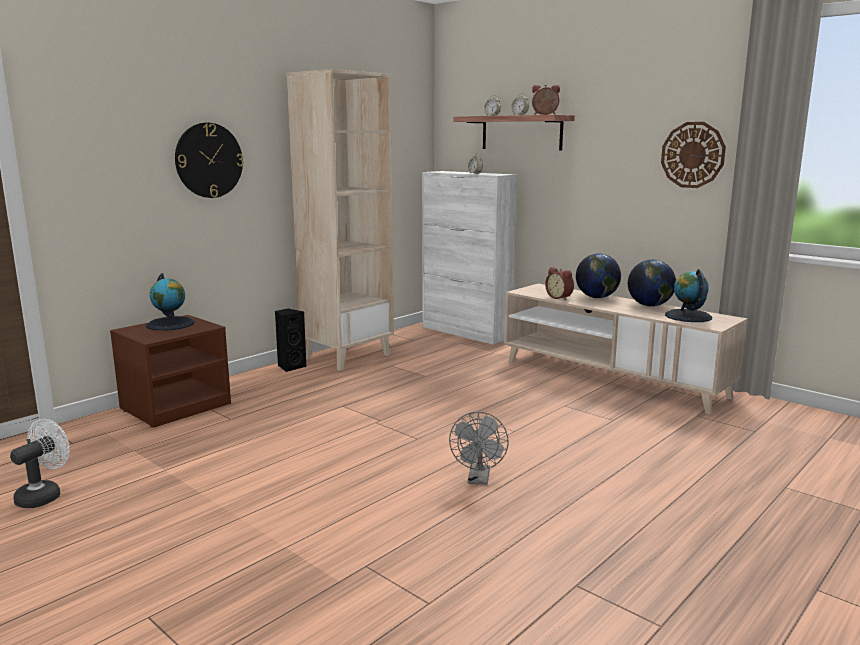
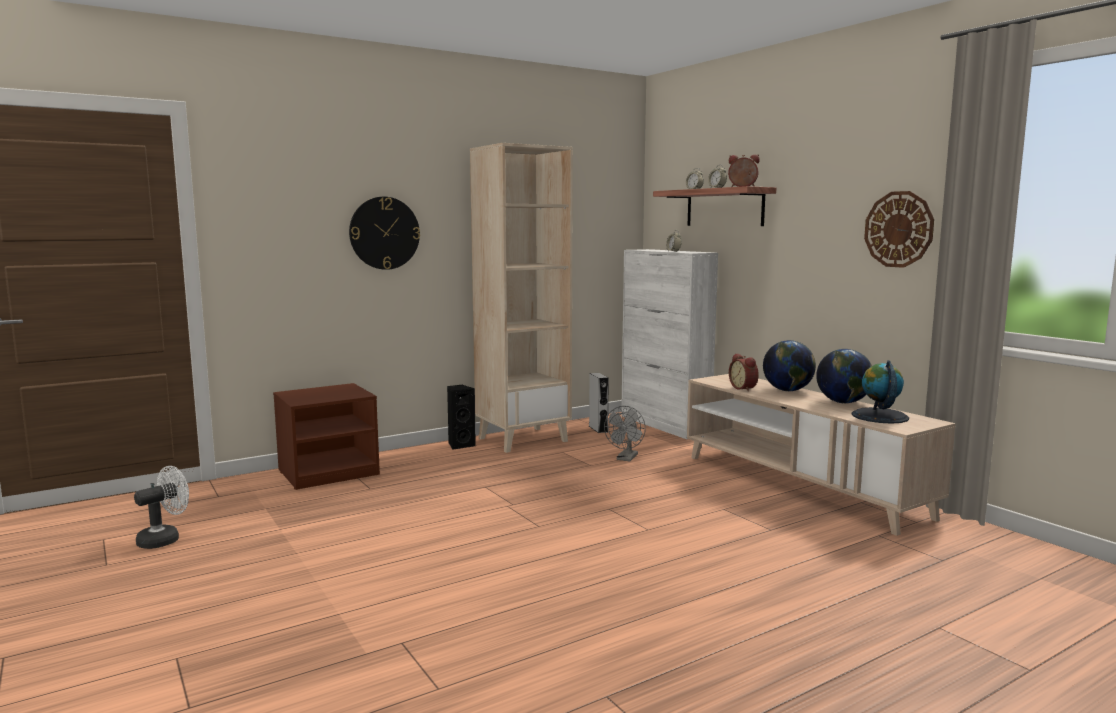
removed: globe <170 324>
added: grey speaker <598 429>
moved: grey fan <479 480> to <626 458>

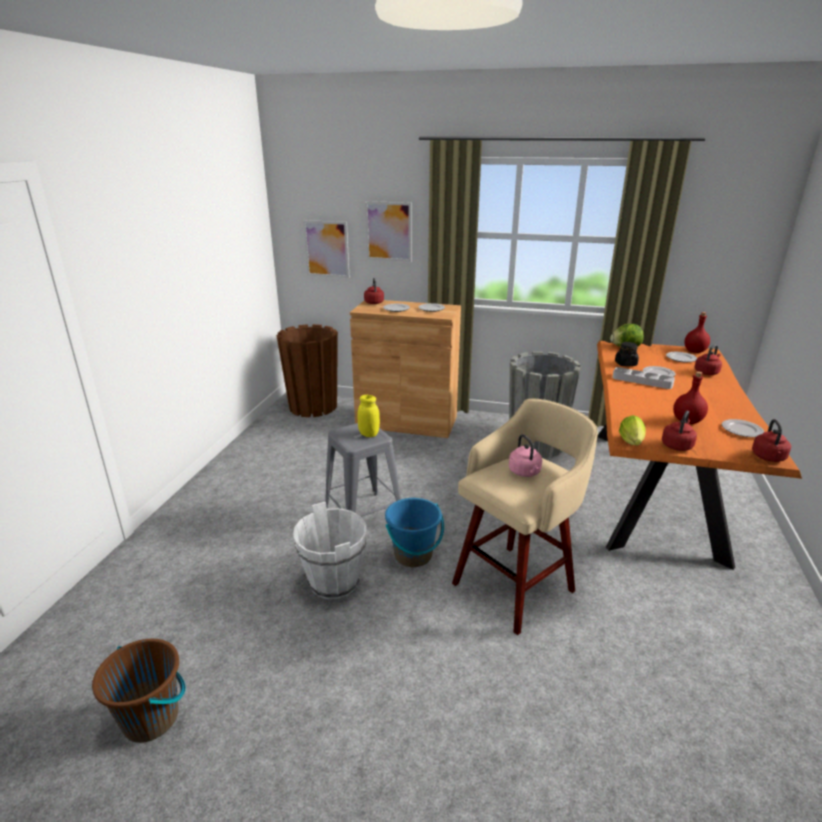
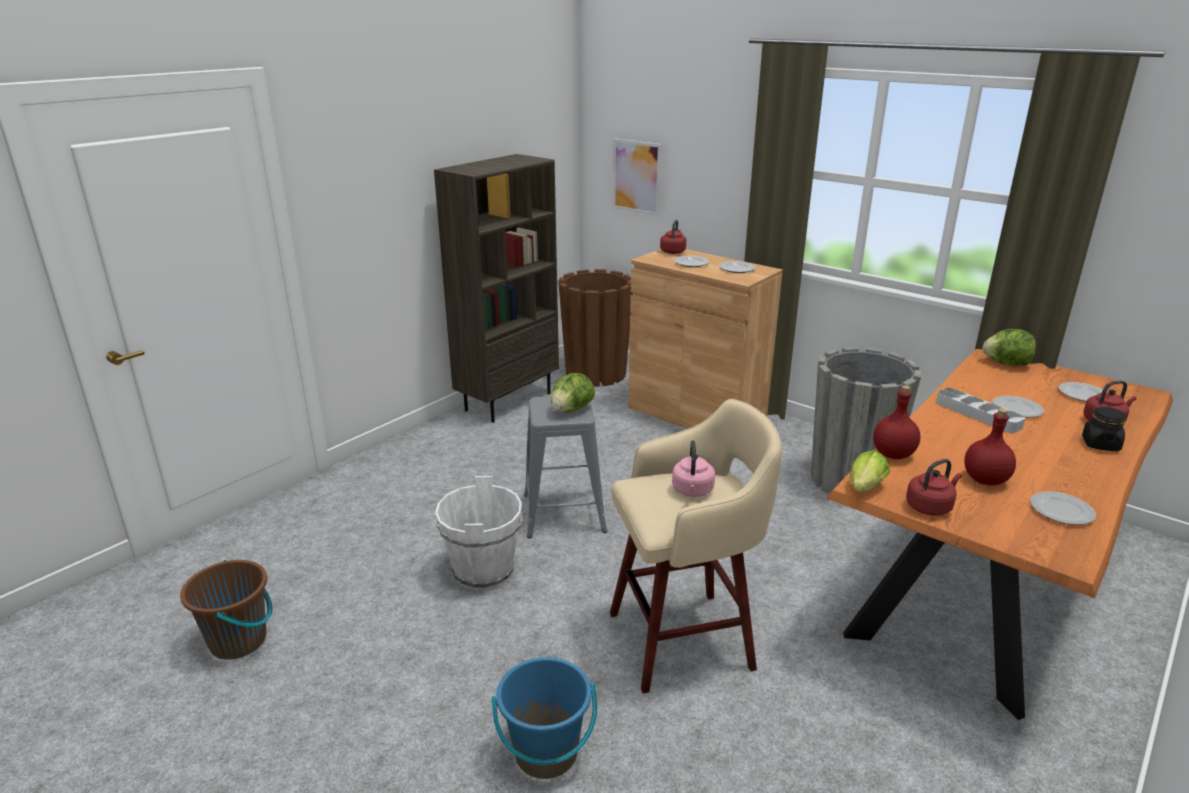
removed: picture <388 231>; red kettle <768 458>
added: brown bookcase <508 401>
moved: red bottle <695 351> to <894 454>; black jar <625 364> to <1100 444>; blue bucket <413 555> to <546 753>
replaced: yellow jar <369 434> to lettuce <571 410>

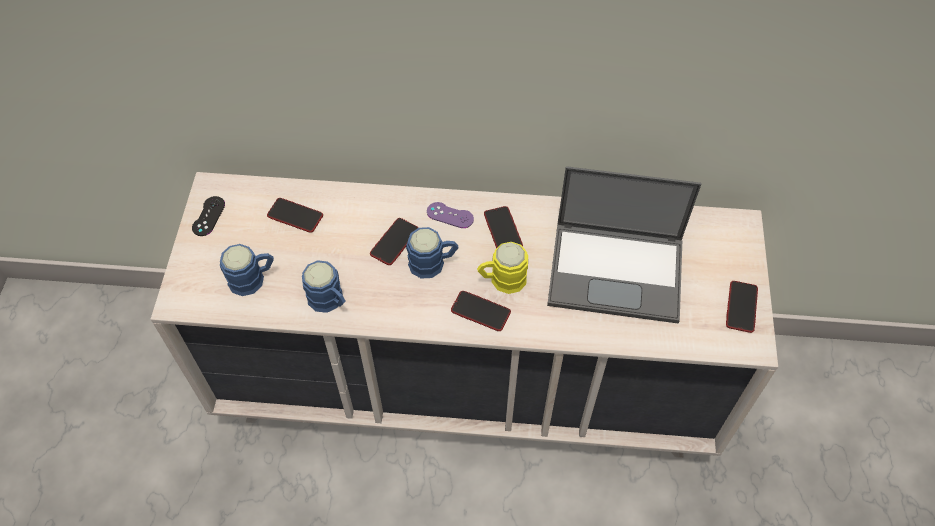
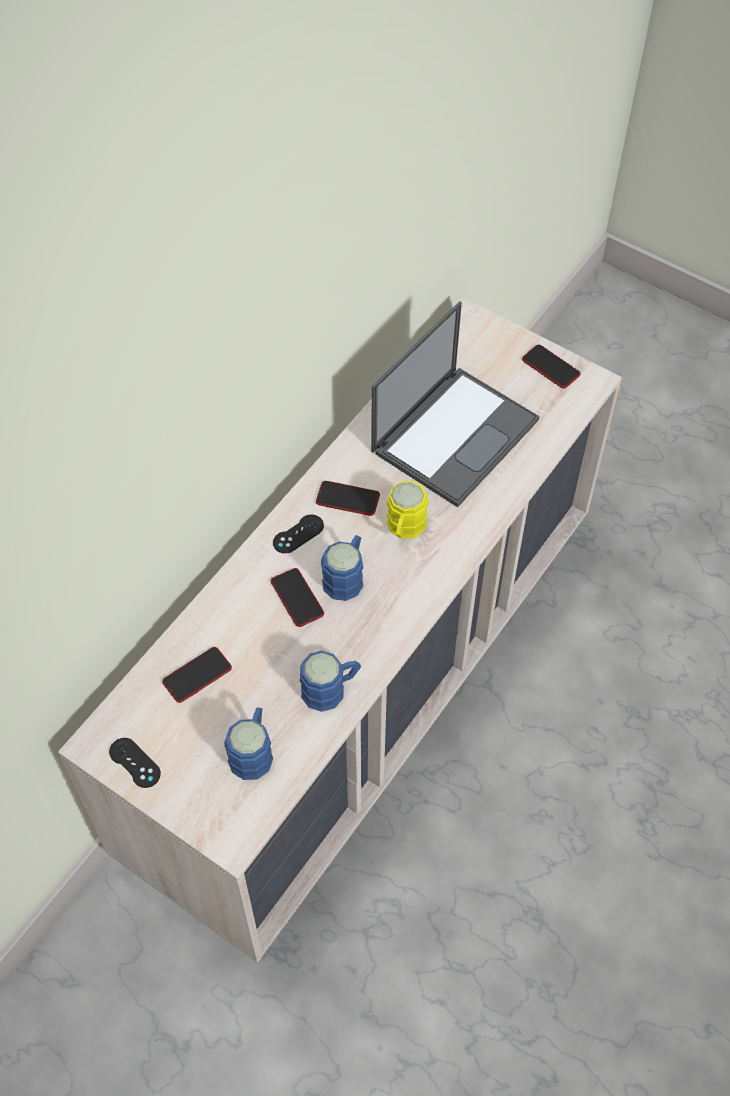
removed: phone <480 311>
recoloured: purple game controller <450 215> to black game controller <298 534>

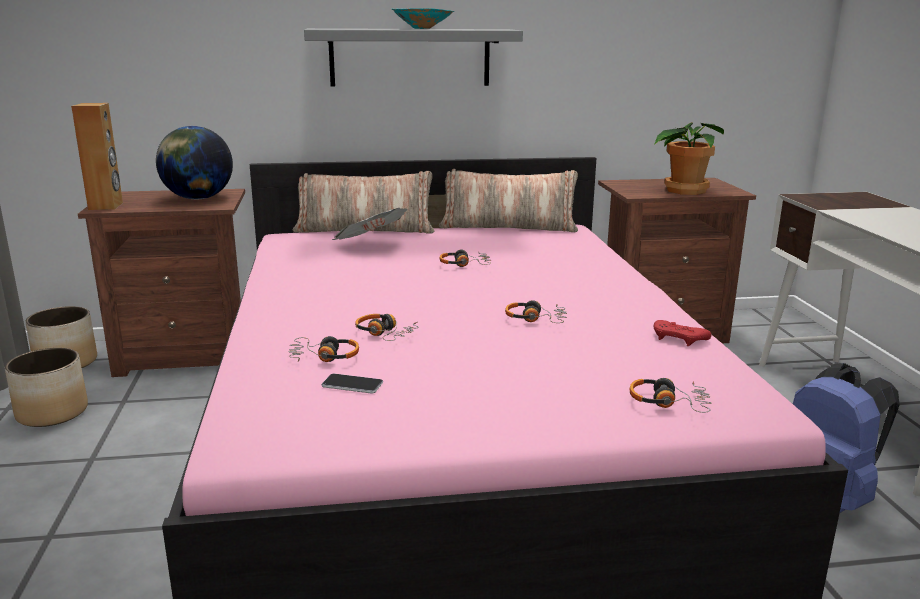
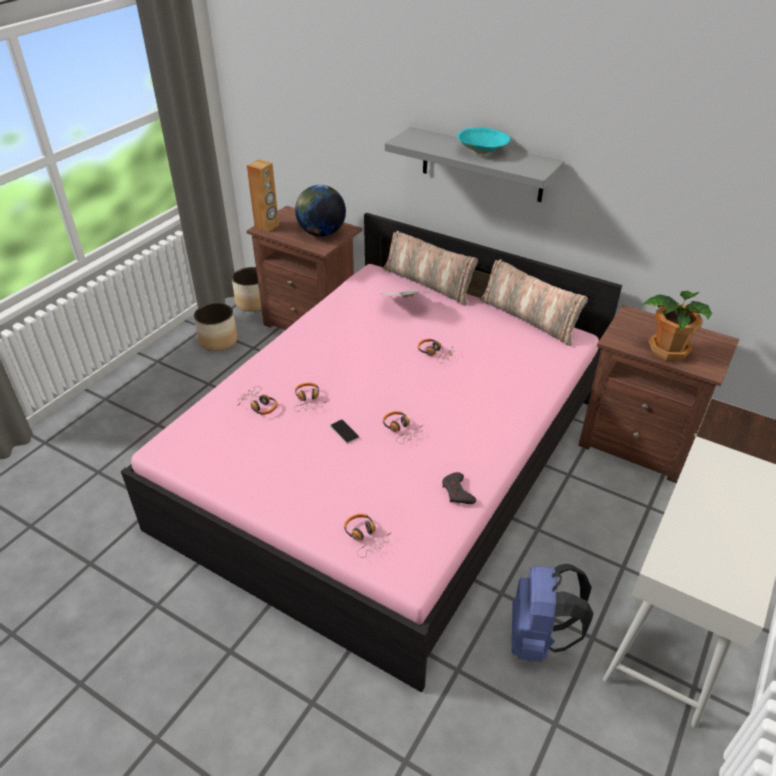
moved: phone <352 385> to <344 432>
recoloured: red game controller <679 338> to grey game controller <457 492>

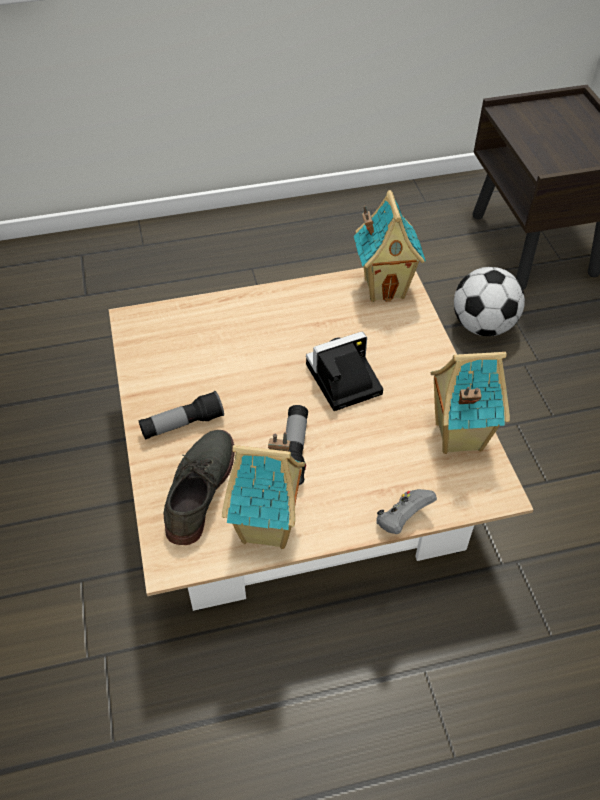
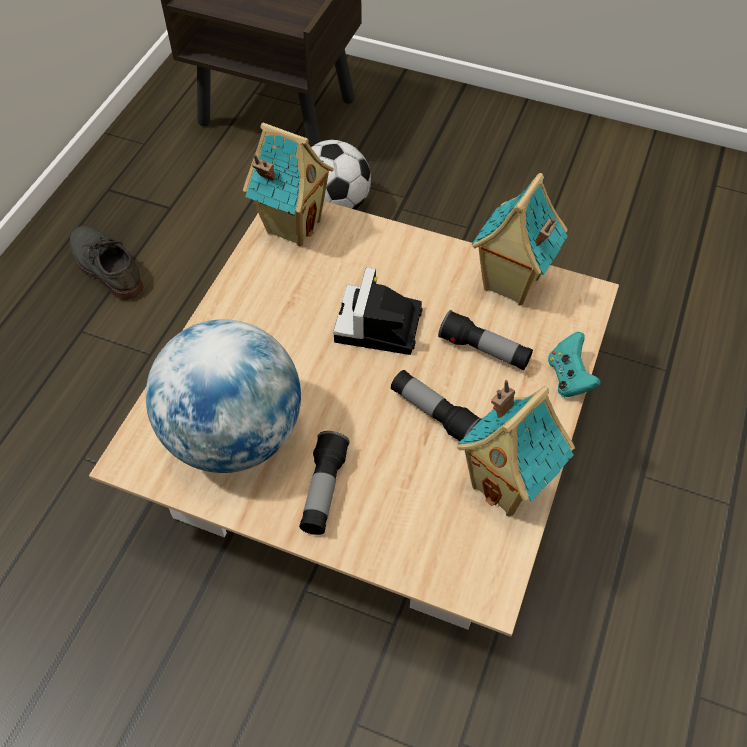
added: flashlight <484 350>; globe <234 435>
moved: grey shoe <199 488> to <105 266>
recoloured: grey game controller <402 519> to turquoise game controller <569 377>

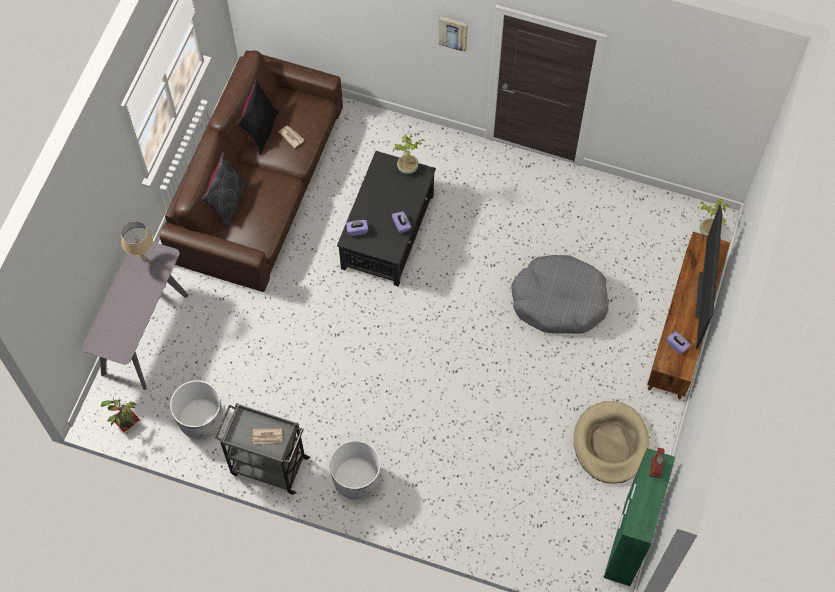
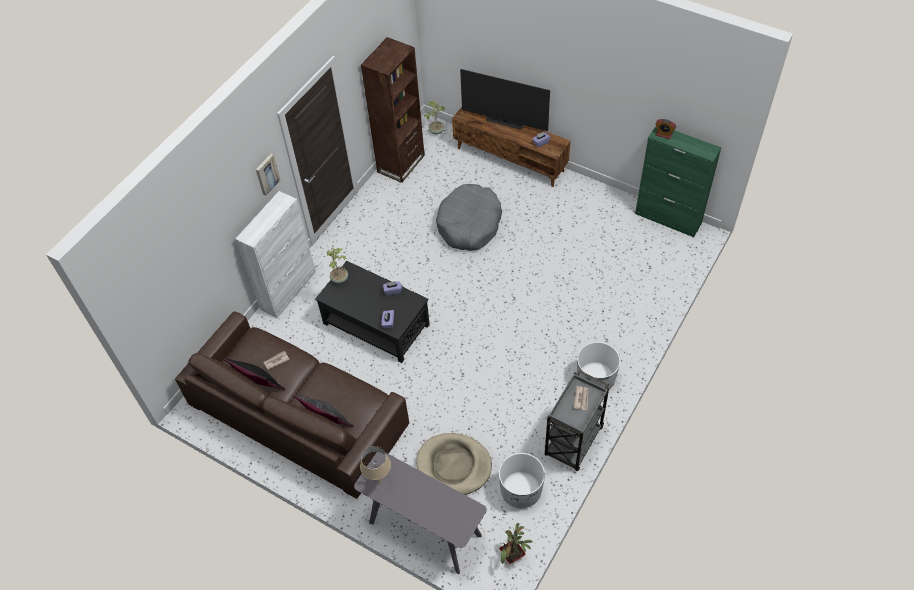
added: brown bookcase <401 163>; white cabinet <288 290>
moved: beige dog bed <610 443> to <453 466>

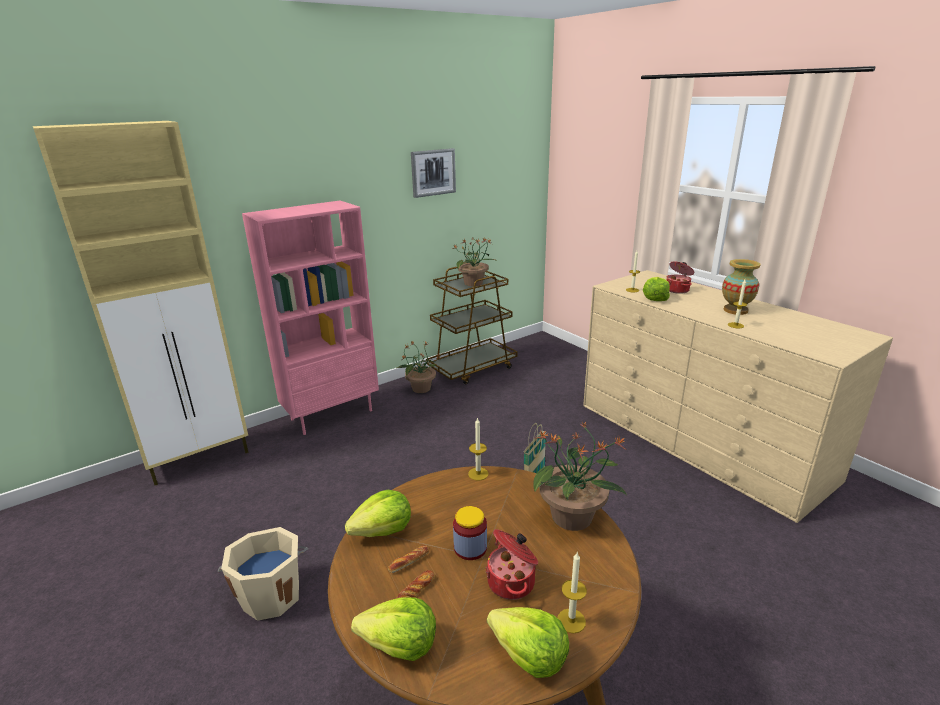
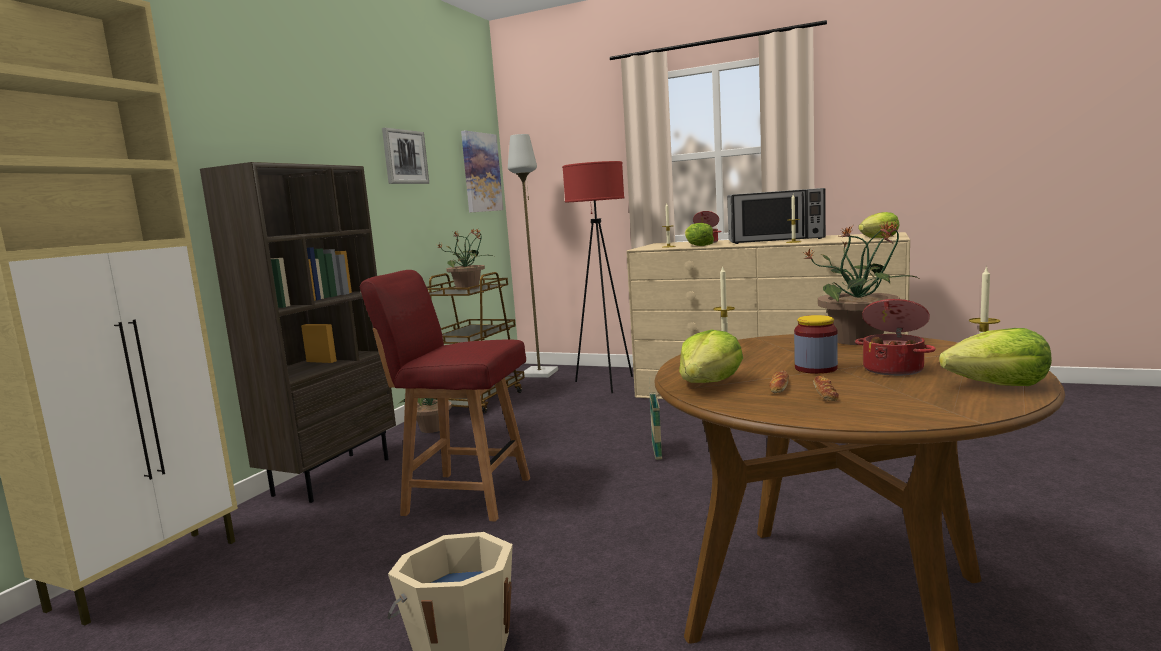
added: picture <481 172>; grey floor lamp <540 373>; red floor lamp <606 384>; red chair <465 495>
moved: lettuce <400 645> to <879 238>
replaced: vase <735 310> to microwave <776 240>
recoloured: pink bookcase <332 414> to brown bookcase <332 476>

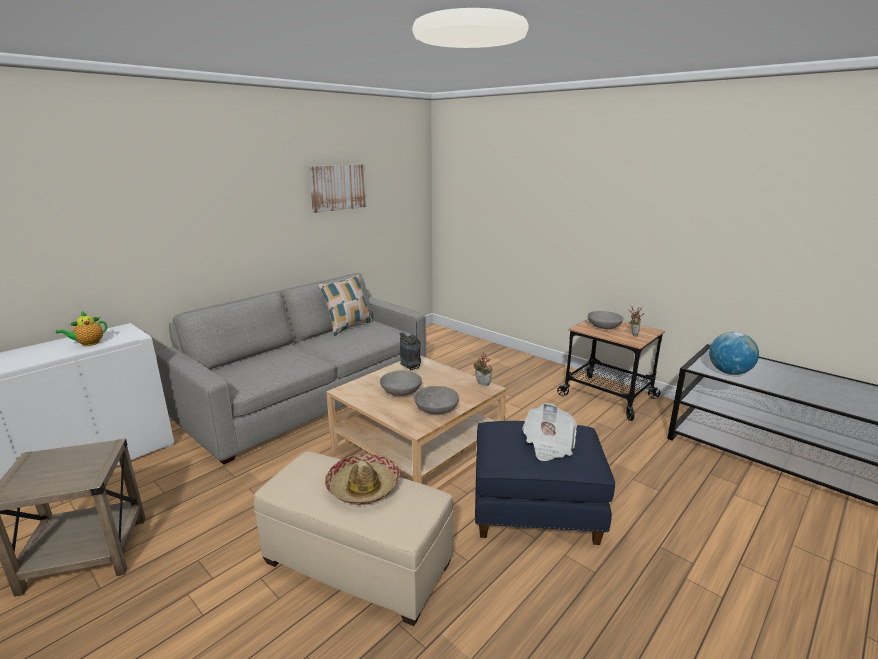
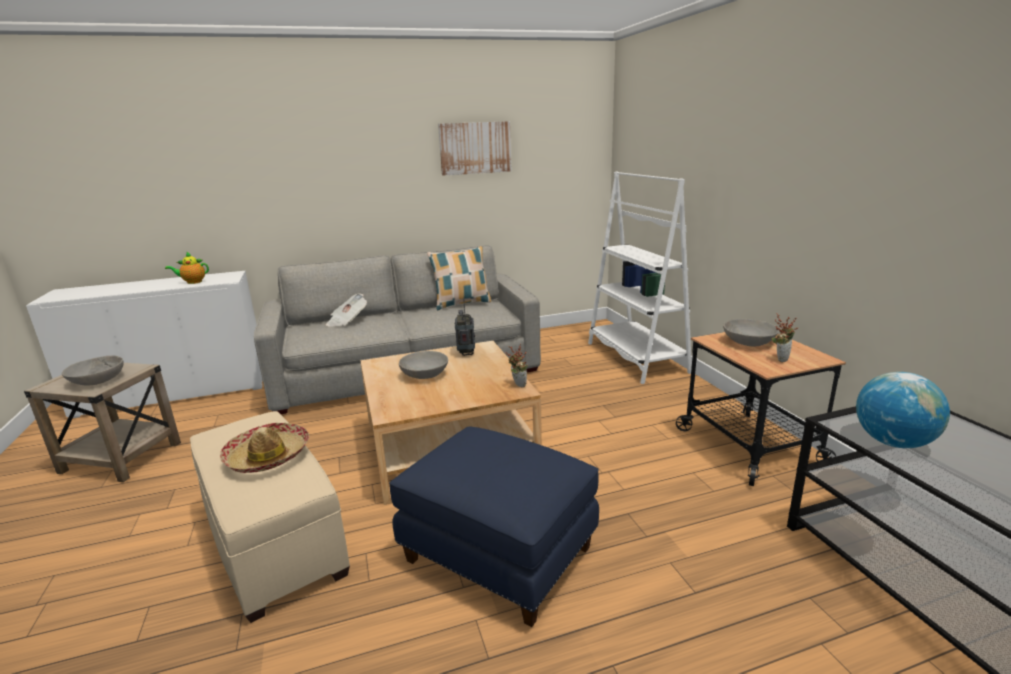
added: white bookcase <636 358>
moved: grey bowl <436 409> to <97 380>; newspaper <548 445> to <347 321>

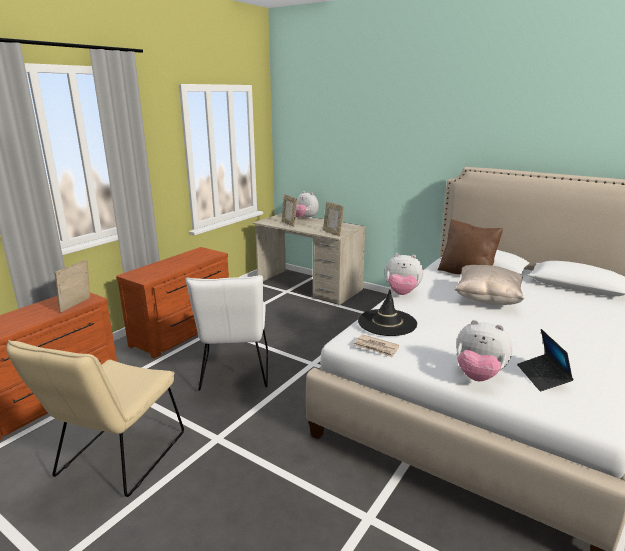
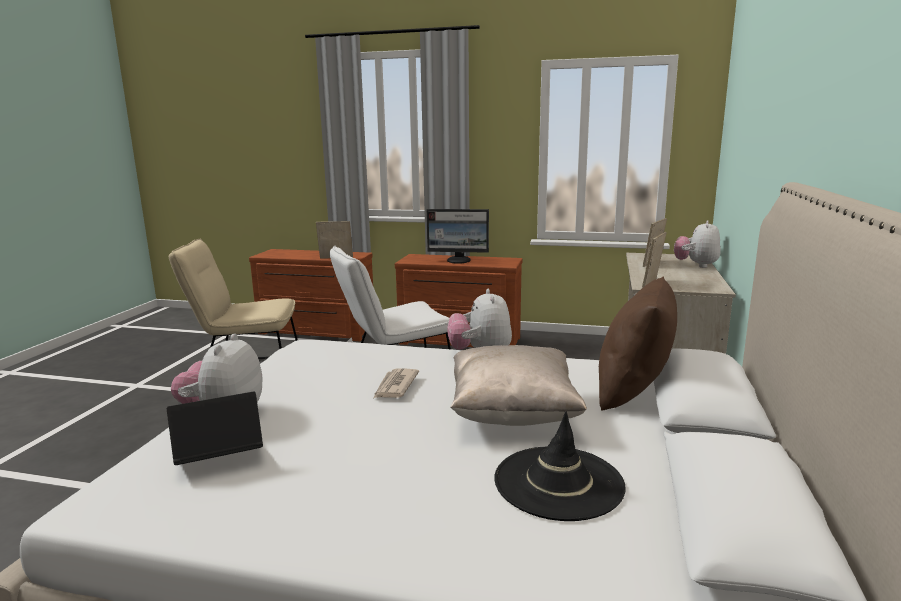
added: monitor <459 260>
moved: black hat <387 322> to <558 482>; newspaper <376 347> to <395 386>

